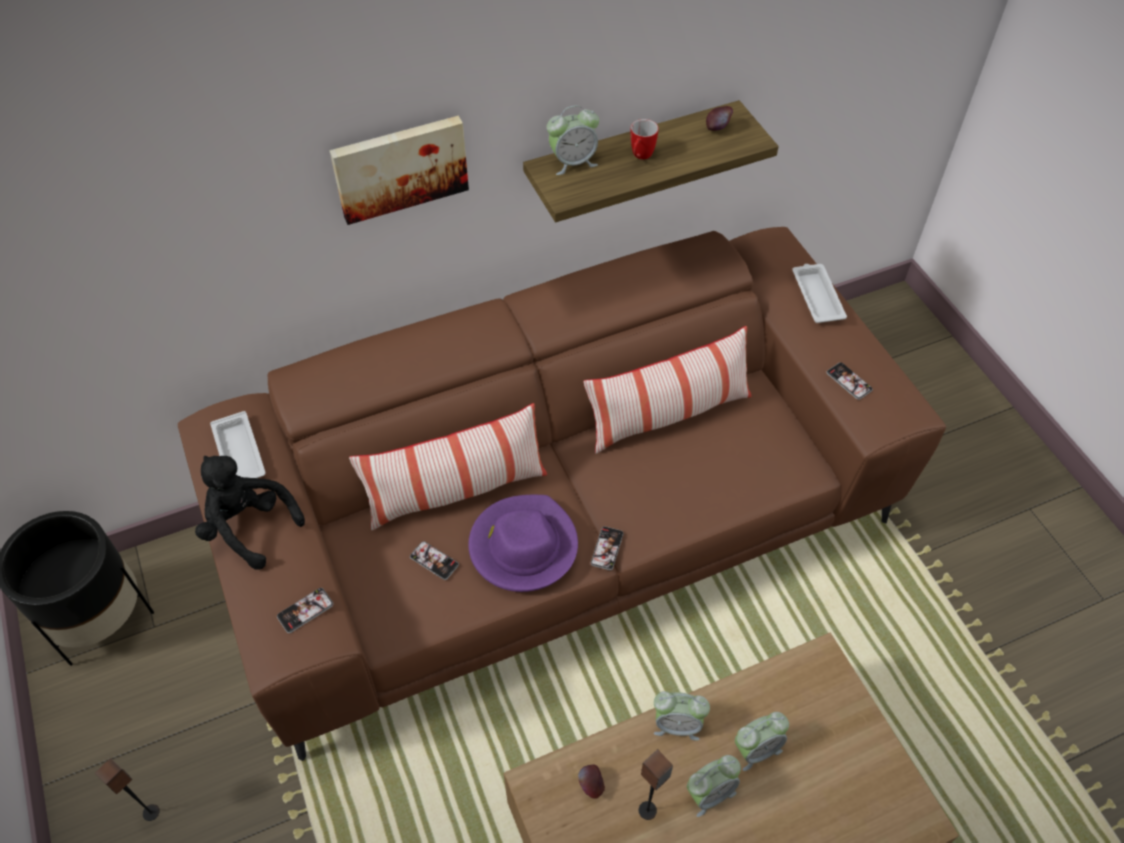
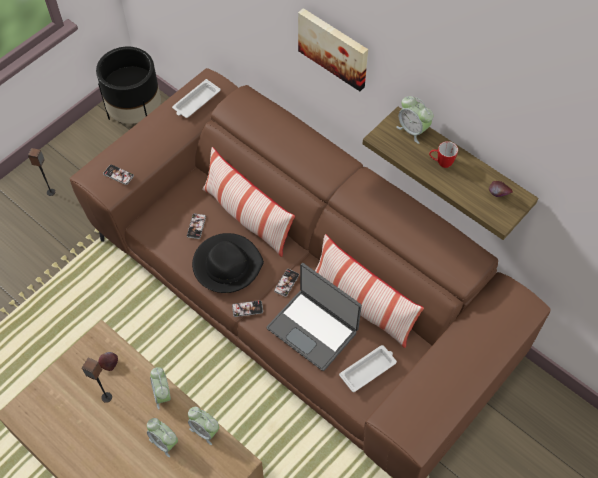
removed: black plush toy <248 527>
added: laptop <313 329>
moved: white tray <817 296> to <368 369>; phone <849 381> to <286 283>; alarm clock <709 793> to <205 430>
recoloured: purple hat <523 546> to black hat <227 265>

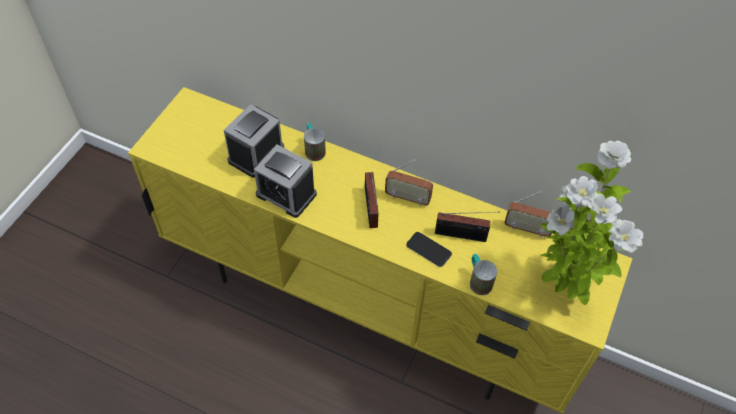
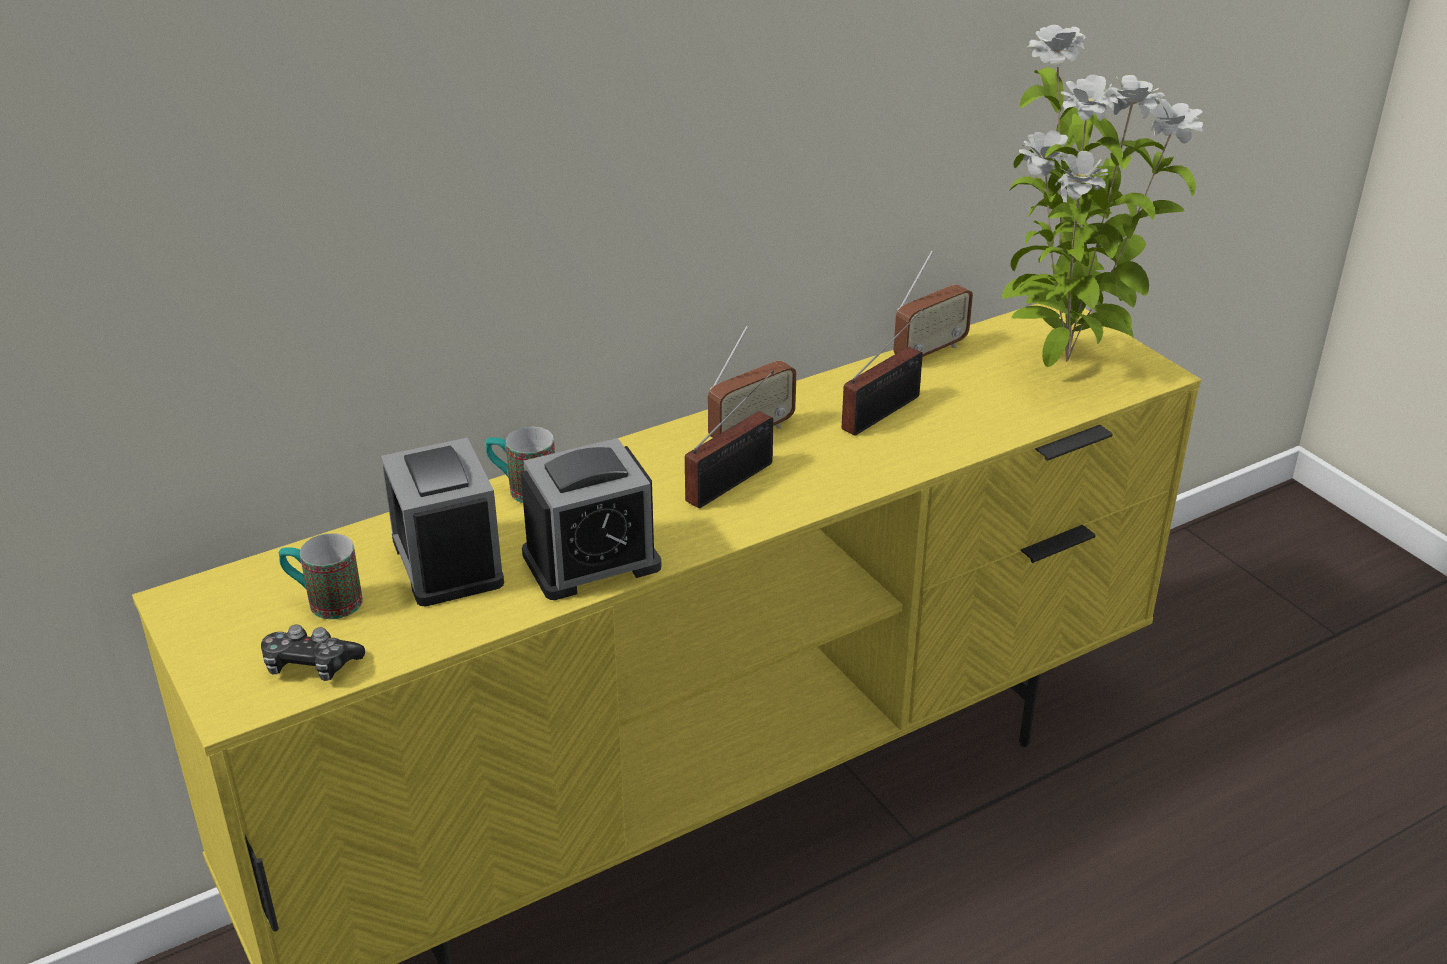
removed: phone <428 250>
added: game controller <310 665>
moved: mug <478 280> to <324 601>
turned: radio <370 210> = <735 480> 75 degrees counterclockwise

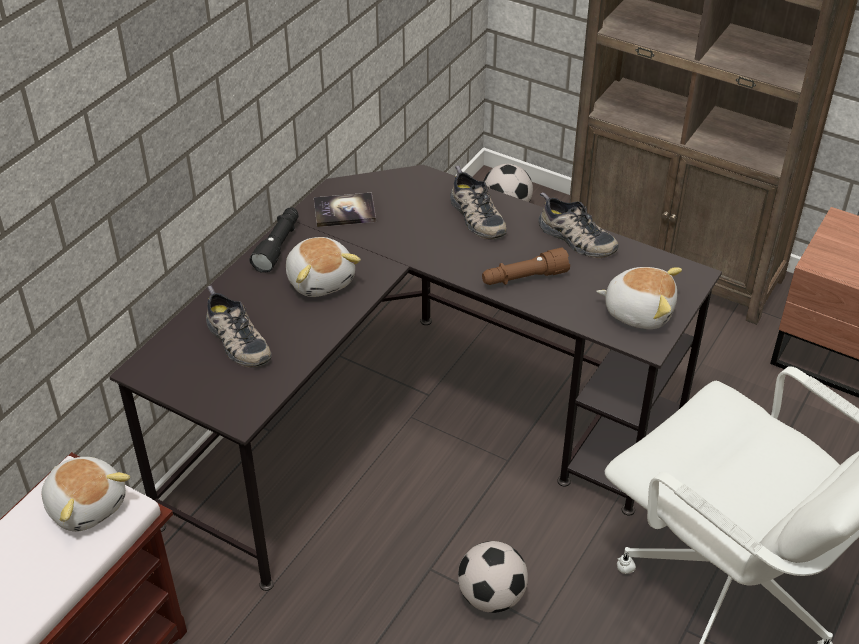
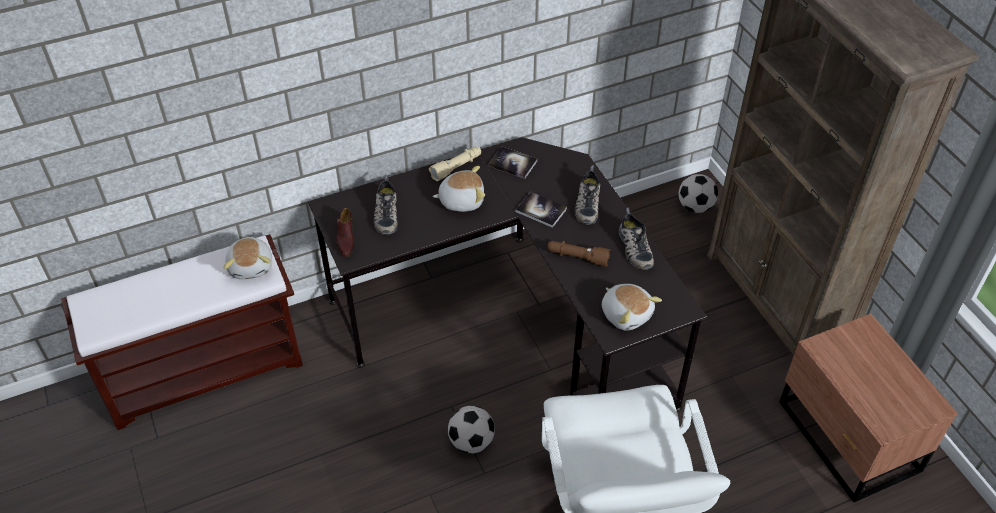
added: book <541 210>; brown shoe <345 239>
recoloured: black flashlight <278 246> to beige flashlight <456 167>
turned: plush toy <321 280> = <461 200> 105 degrees counterclockwise

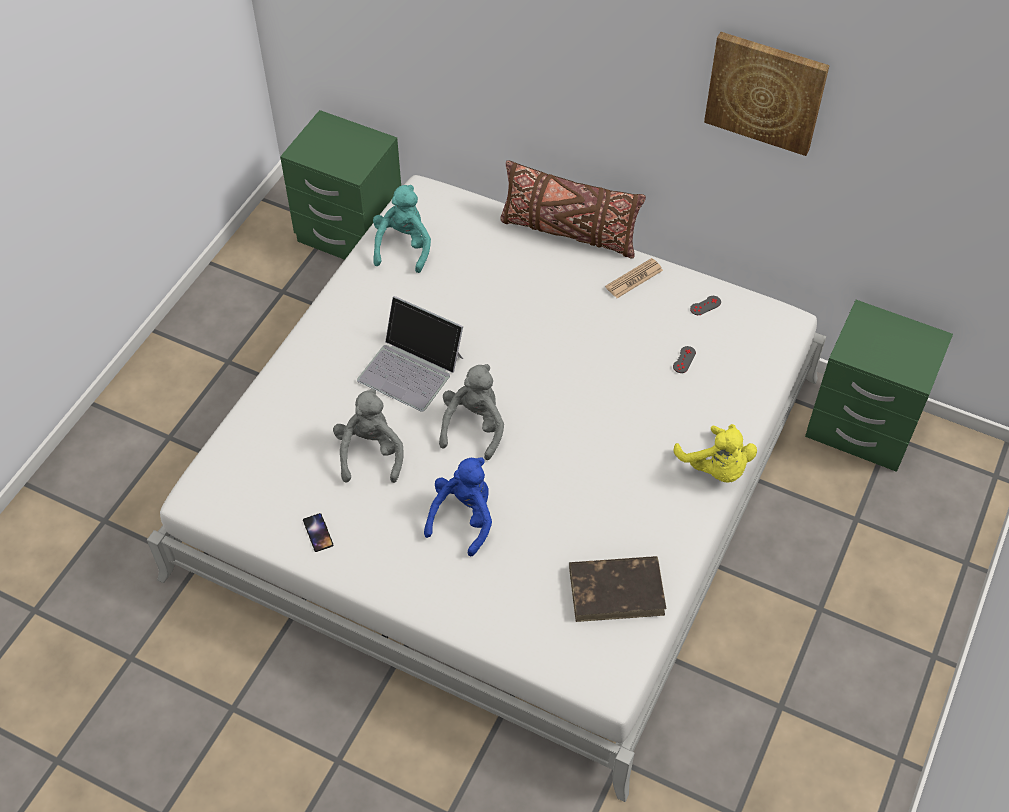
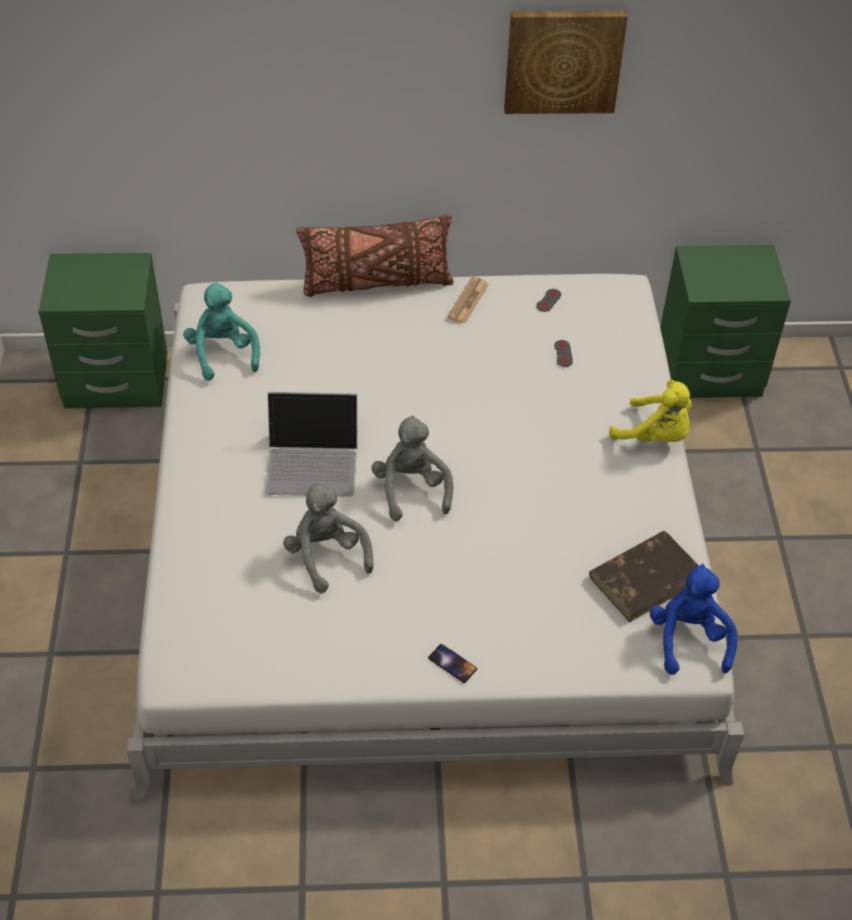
moved: blue plush toy <464 517> to <688 639>; phone <318 532> to <452 663>

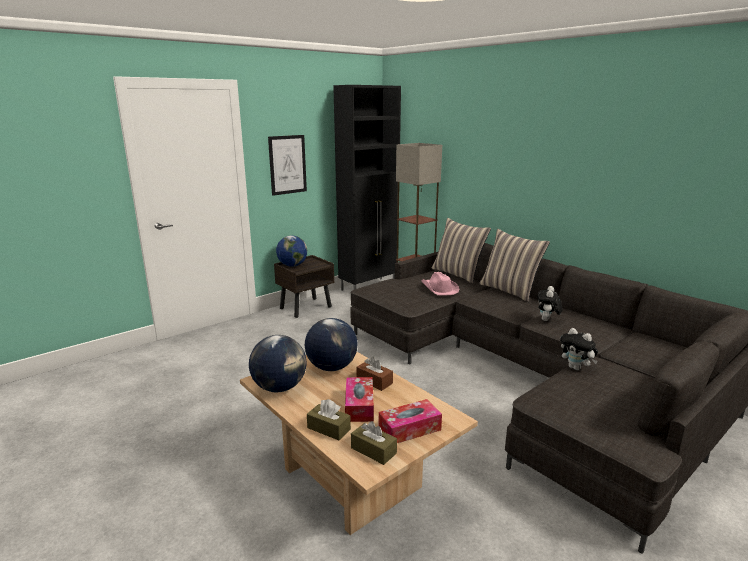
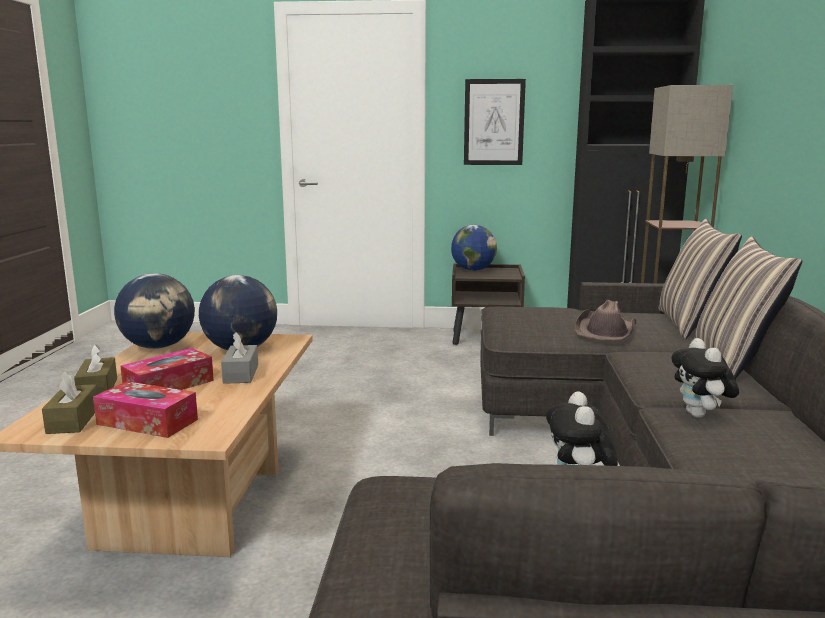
recoloured: pink hat <439 289> to brown hat <606 331>; brown tissue box <374 381> to grey tissue box <241 374>
turned: plush toy <547 320> = <700 415> 75 degrees counterclockwise

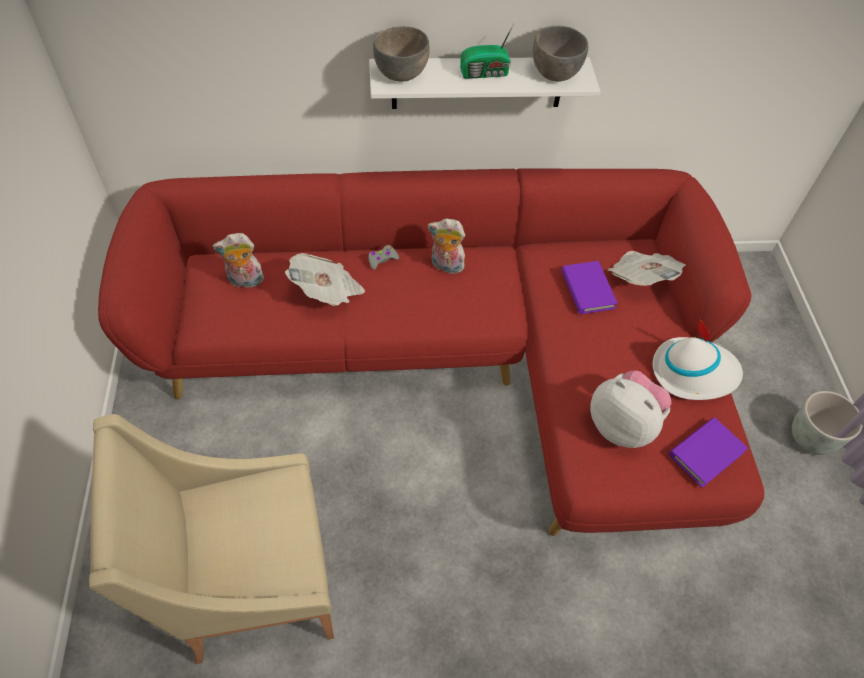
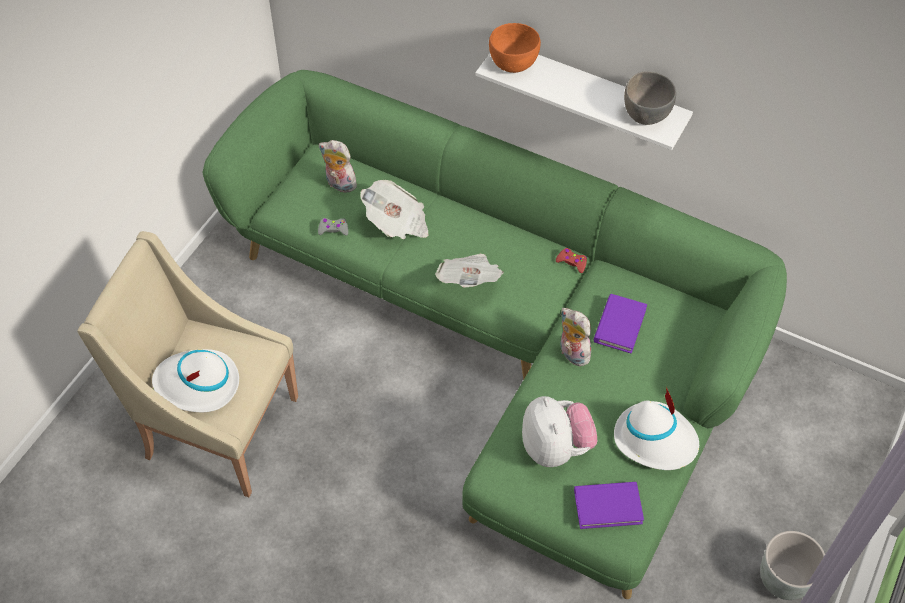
removed: radio <485 73>
added: red game controller <572 262>; white hat <197 384>
moved: plush toy <445 266> to <571 353>; grey game controller <382 259> to <333 229>; newspaper <641 278> to <469 281>
recoloured: grey bowl <401 74> to orange bowl <513 64>; red sofa <463 357> to green sofa <507 341>

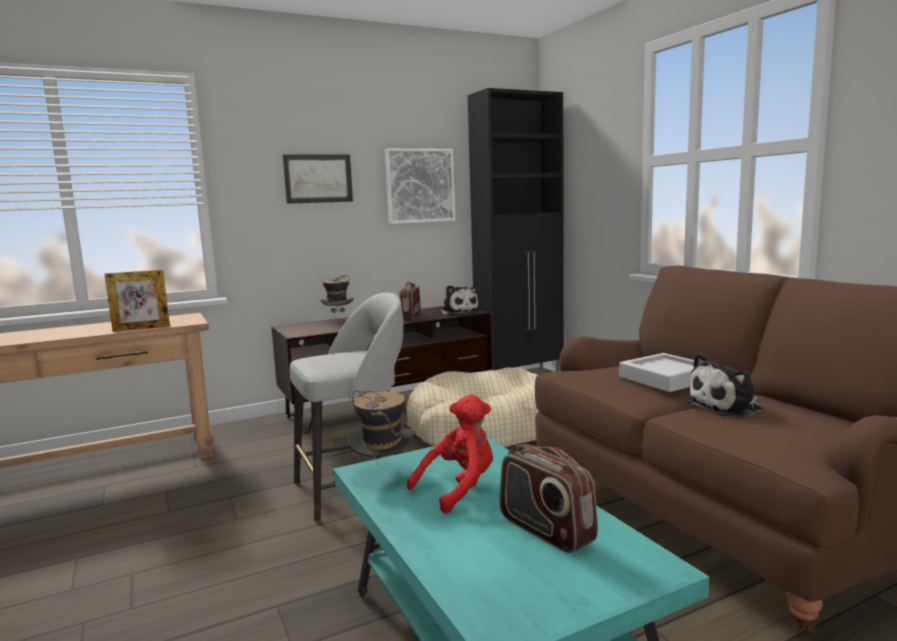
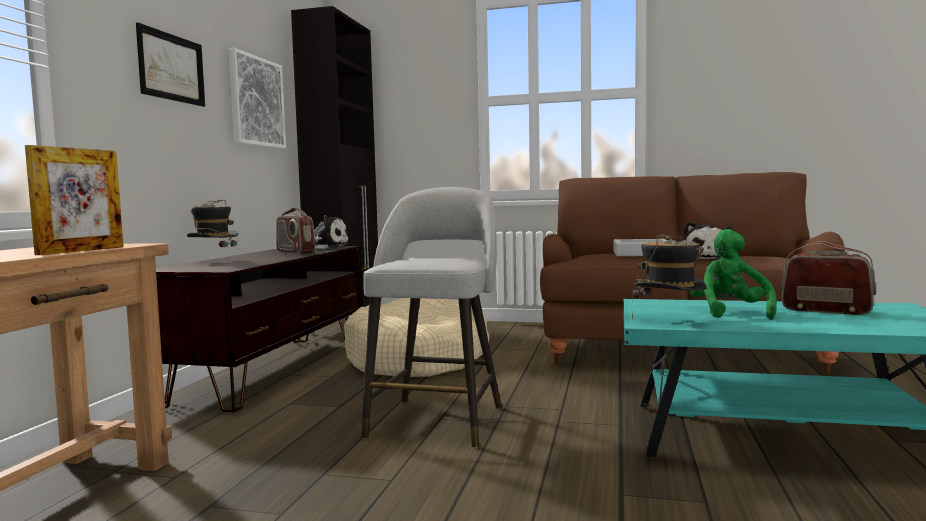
recoloured: red plush toy <459 489> to green plush toy <729 313>
turned: radio <545 530> = <826 310> 150 degrees counterclockwise

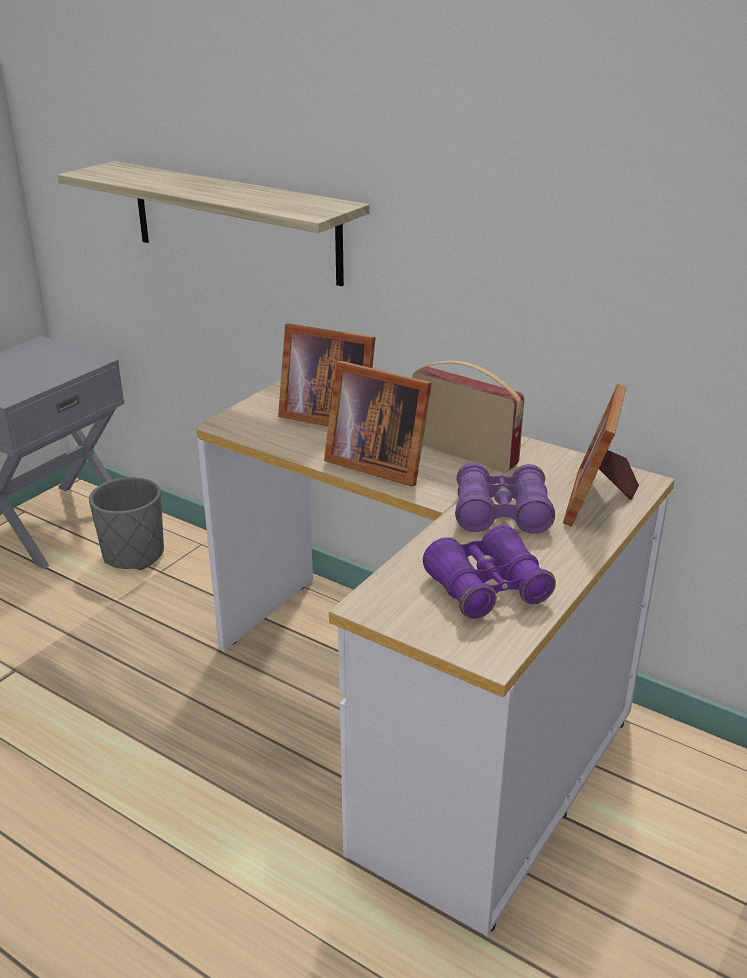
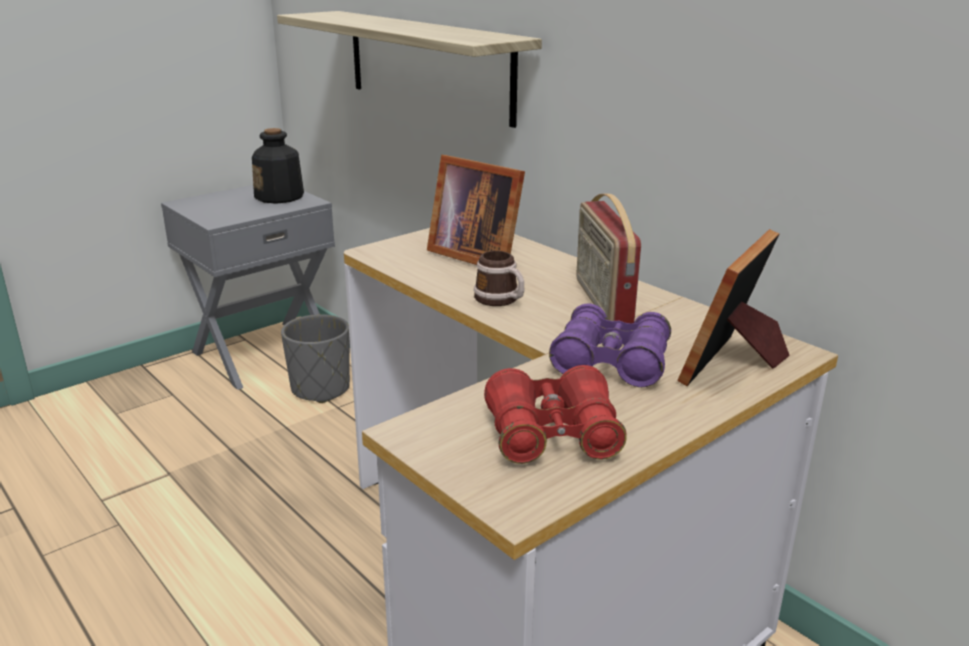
added: bottle <280 196>
replaced: picture frame <376 463> to mug <501 300>
recoloured: purple binoculars <487 589> to red binoculars <552 435>
turned: radio <464 453> = <601 302> 150 degrees counterclockwise

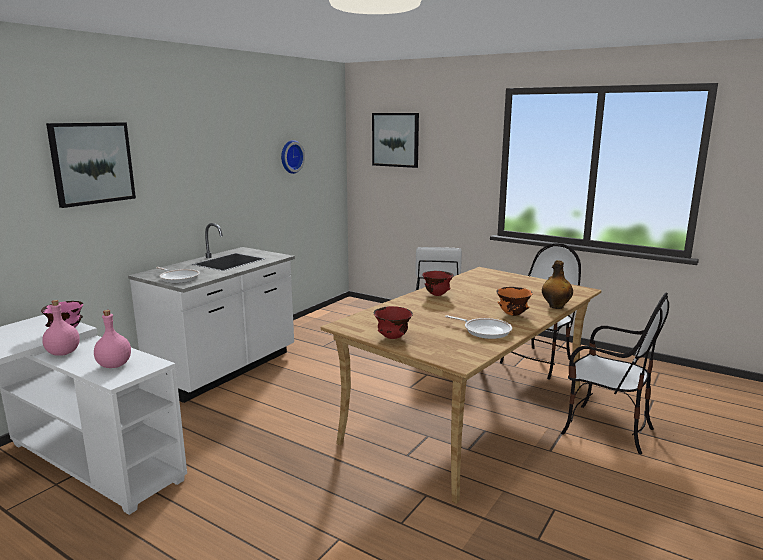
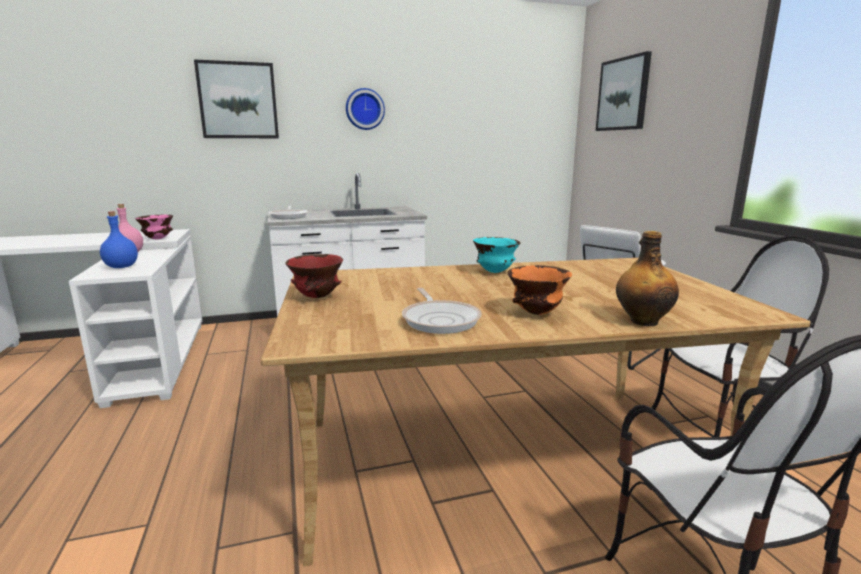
moved: wall clock <290 156> to <364 109>
recoloured: red bowl <437 295> to turquoise bowl <495 272>; pink bottle <114 365> to blue bottle <121 267>

